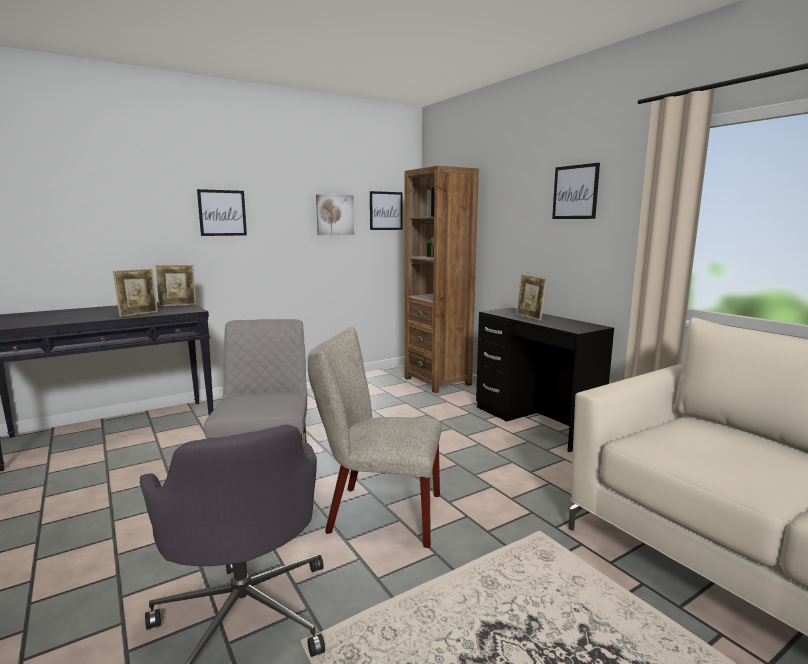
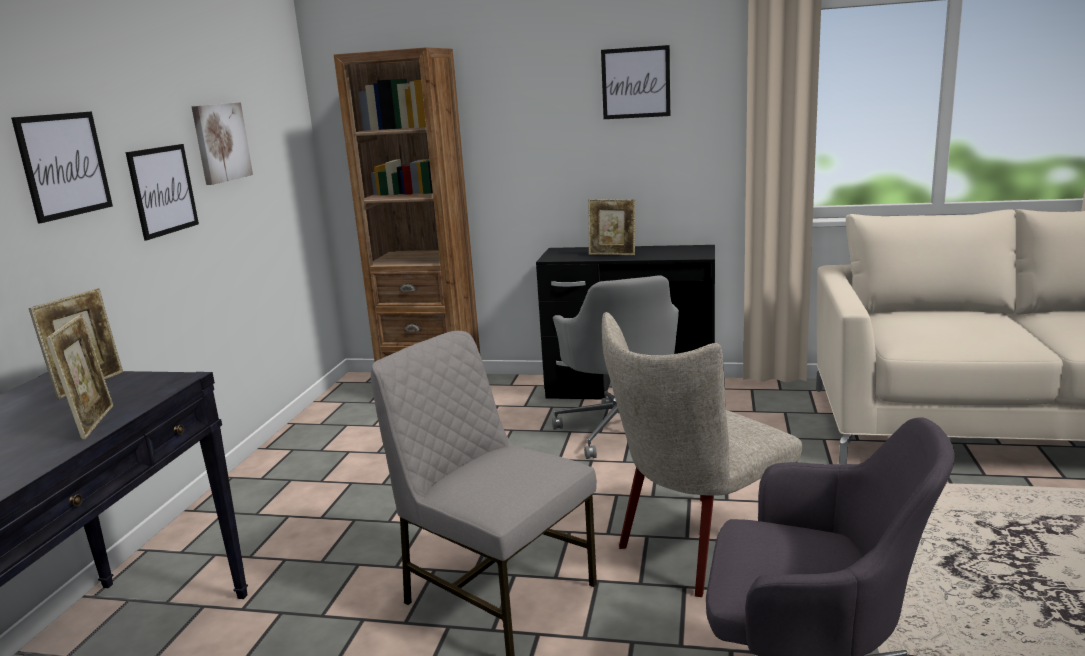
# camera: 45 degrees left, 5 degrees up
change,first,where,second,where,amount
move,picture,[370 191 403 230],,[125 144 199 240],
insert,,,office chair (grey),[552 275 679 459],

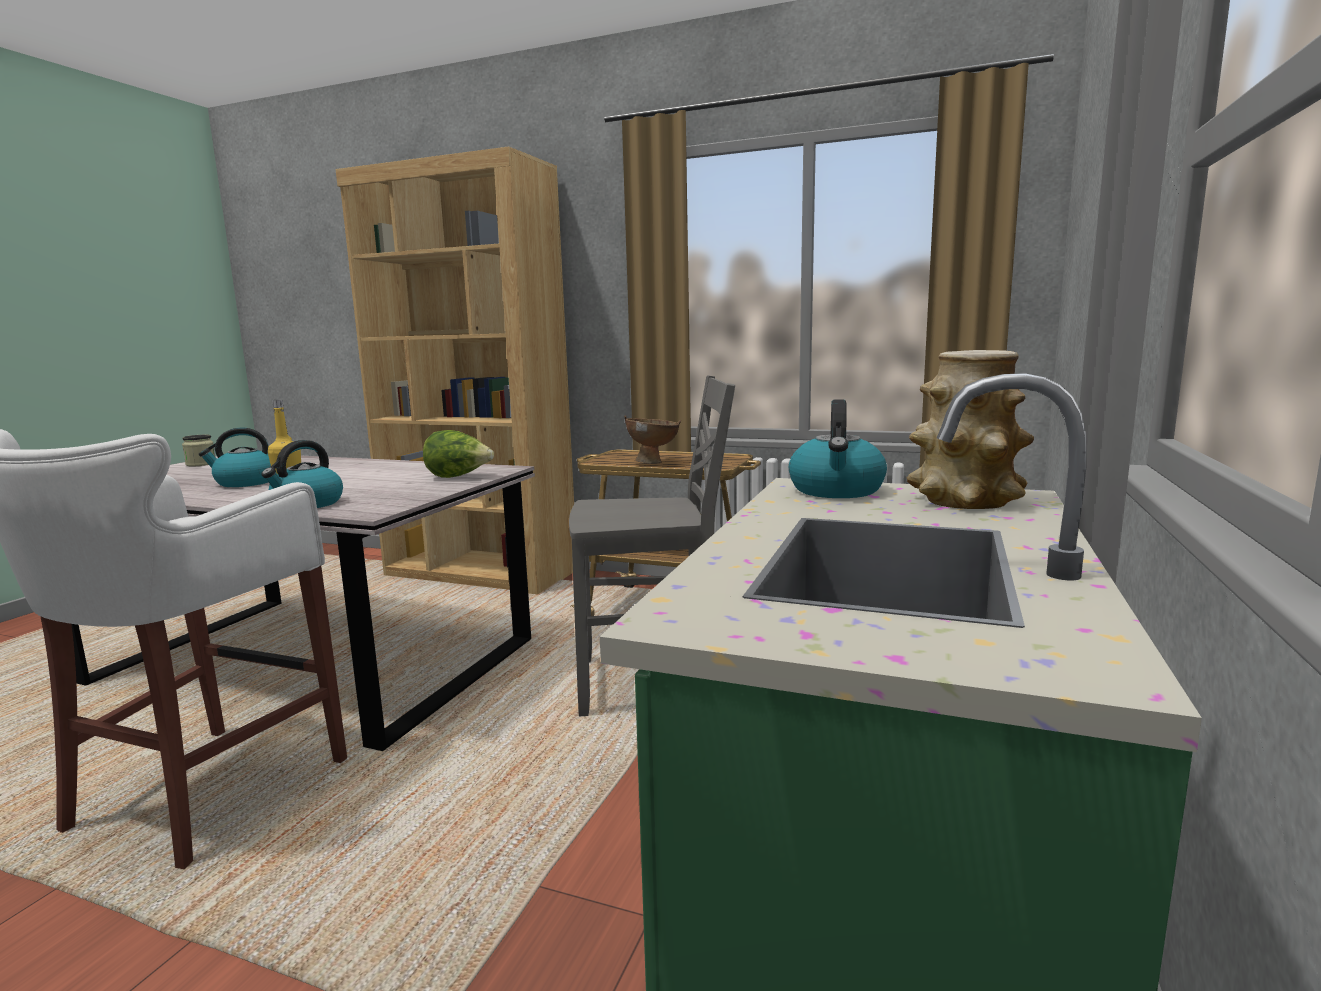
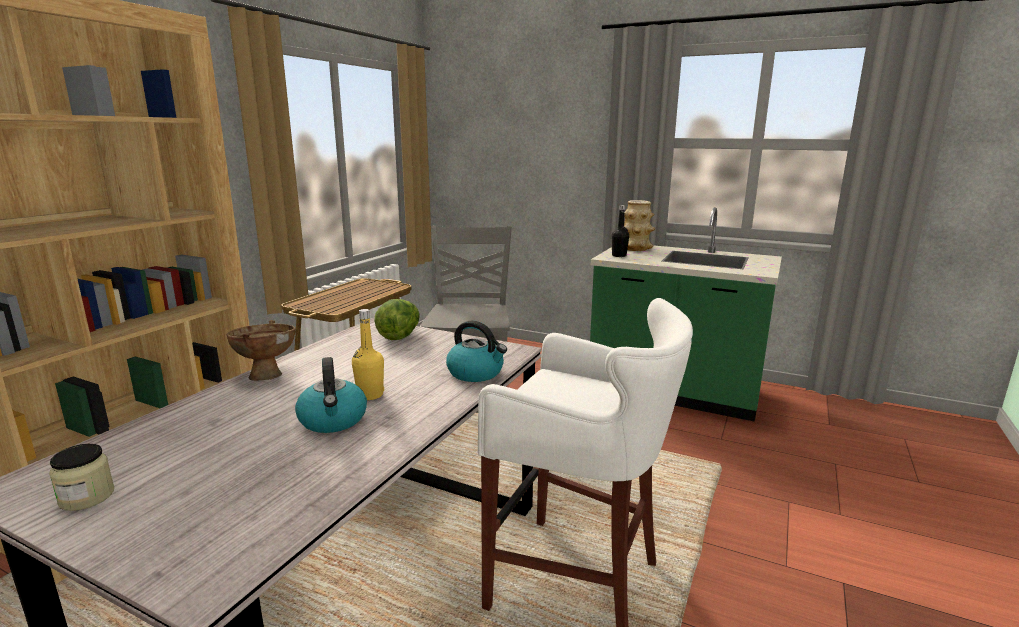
# camera: 85 degrees left, 5 degrees up
change,first,where,second,where,amount
move,bowl (brown),[624 416 681 464],,[227 320 296 381],
replace,kettle,[789 399 887 498],bottle (black),[612 205 629 257],

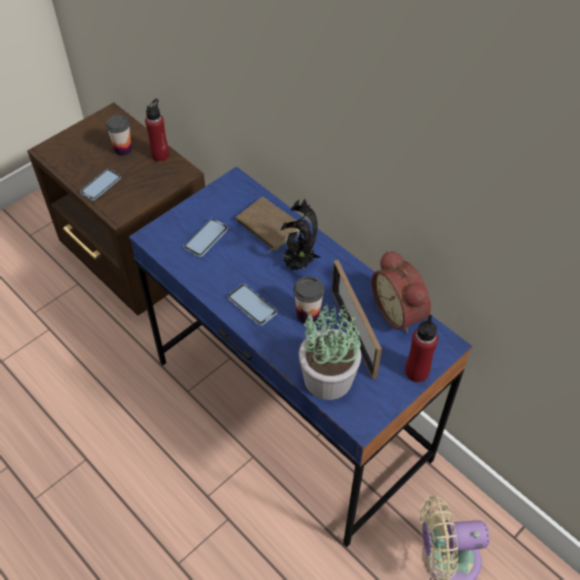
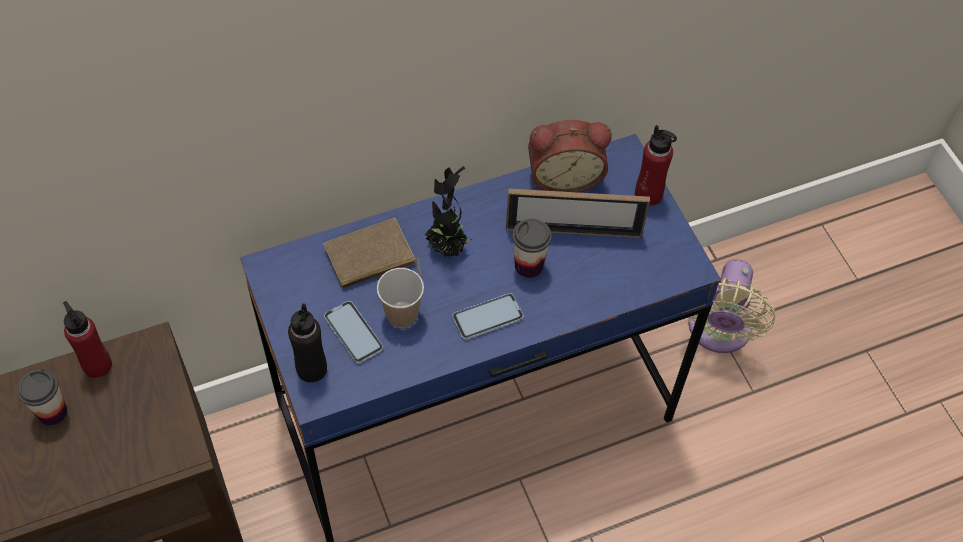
# camera: 70 degrees left, 5 degrees up
change,first,where,second,where,amount
insert,,,bottle (black),[288 303 327 383],
insert,,,cup,[377 268 424 328],
delete,phone,[80 169 121 200],,,
delete,potted plant,[299 302 361 400],,,

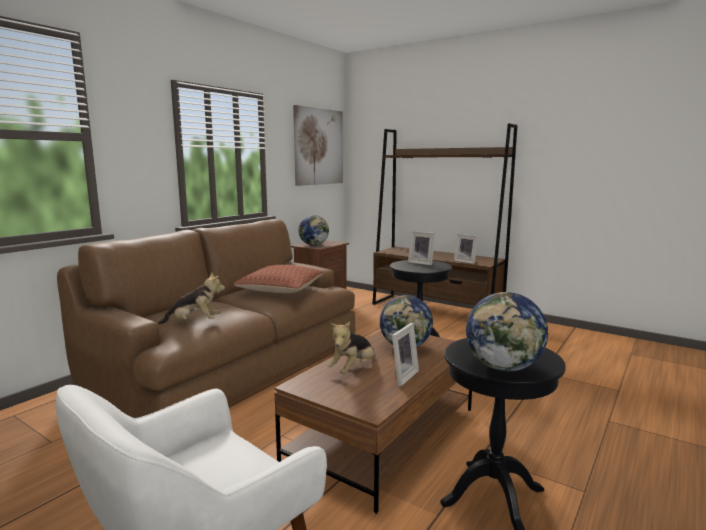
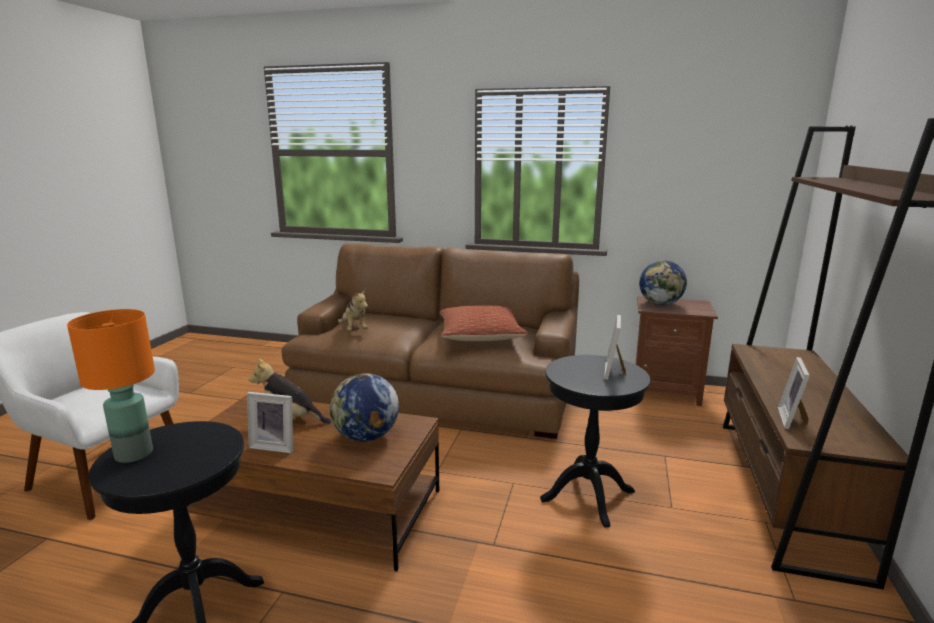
# camera: 70 degrees right, 5 degrees up
change,first,where,second,where,amount
replace,globe,[466 292 548 371],table lamp (orange),[67 309 155 463],
delete,picture,[293 105 343 186],,,

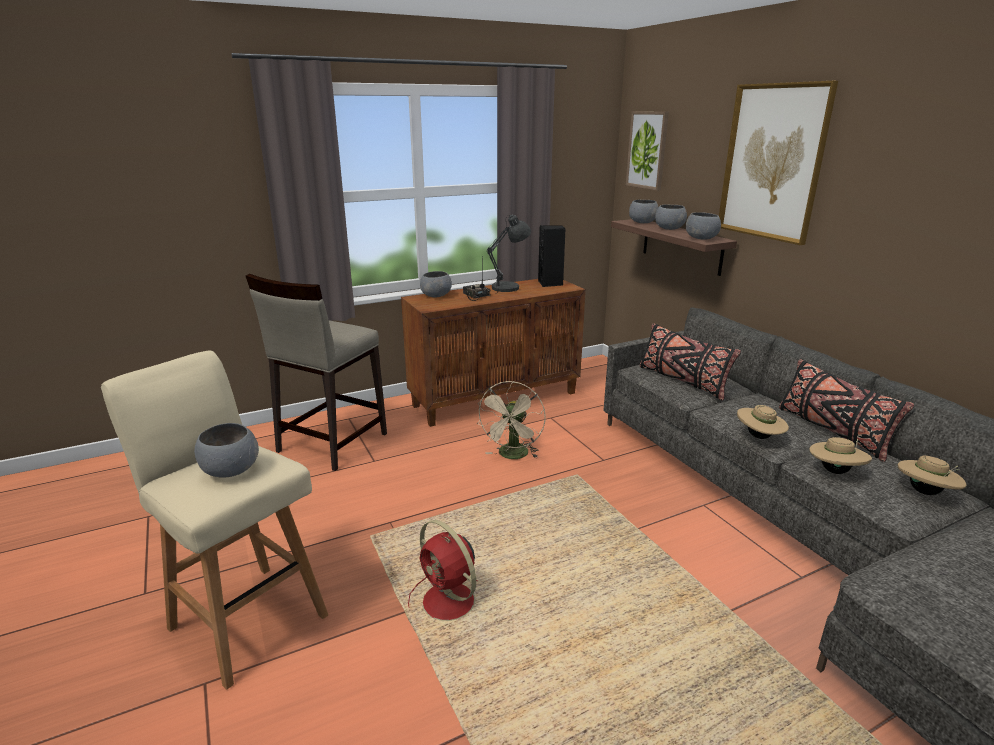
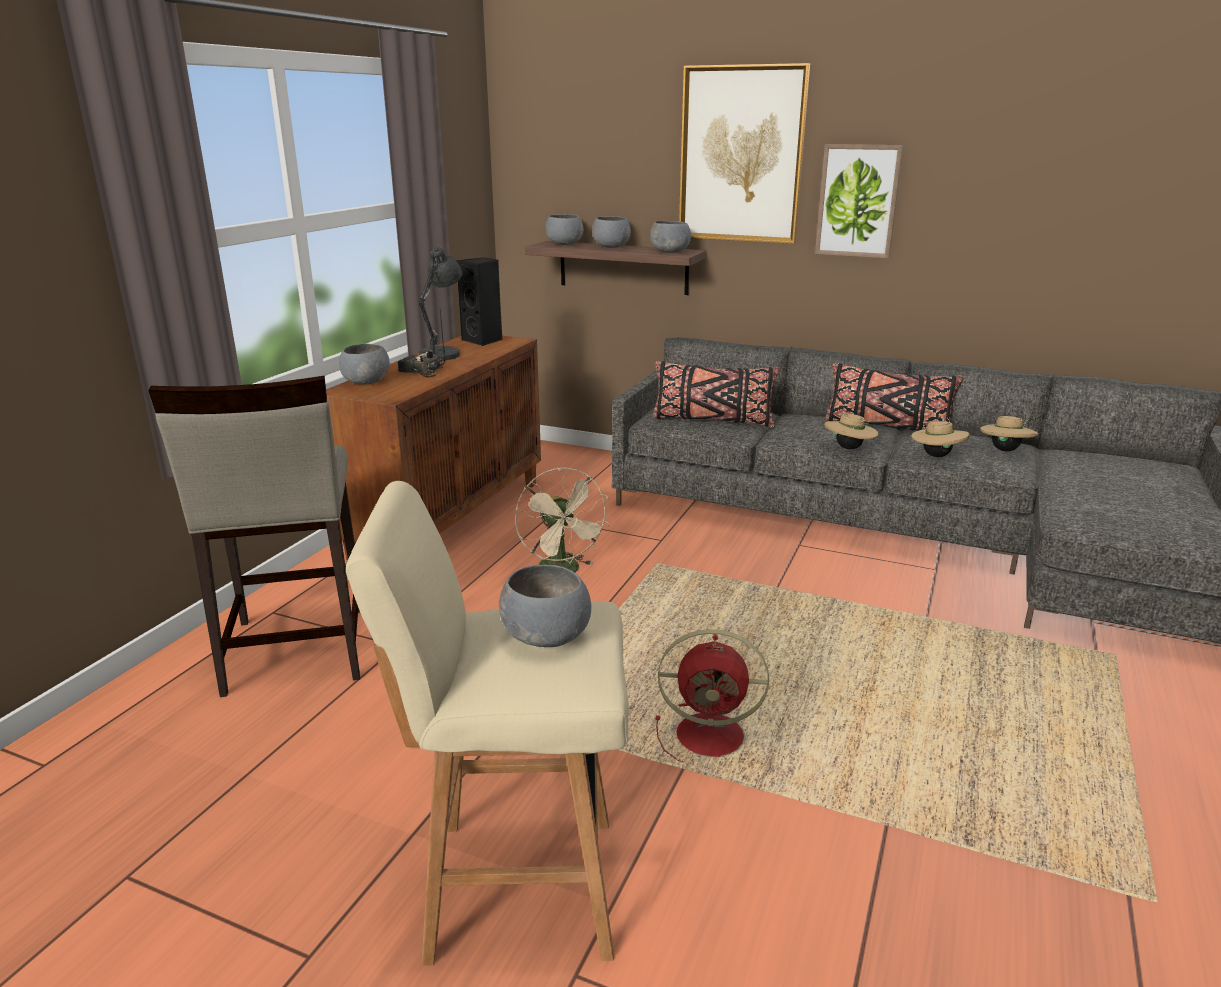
# camera: 40 degrees left, 0 degrees up
change,first,where,second,where,amount
move,picture,[626 111 669 191],,[815 144 903 258],

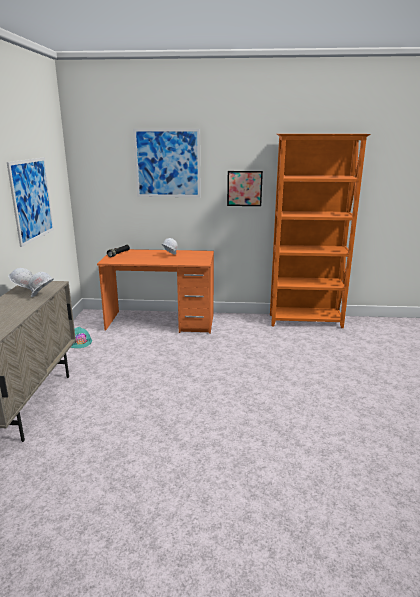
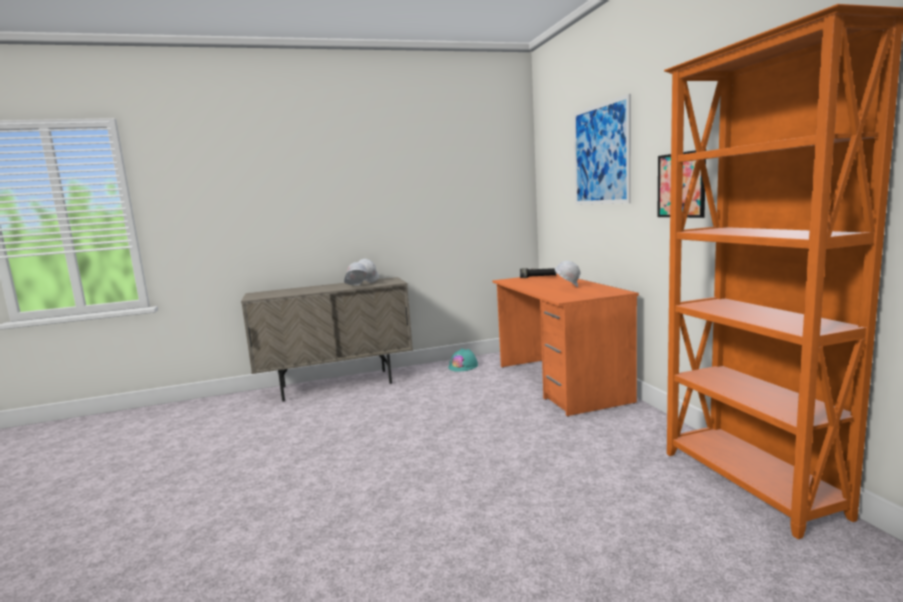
# camera: 70 degrees right, 10 degrees down
change,first,where,second,where,amount
delete,picture,[7 157 54 247],,,

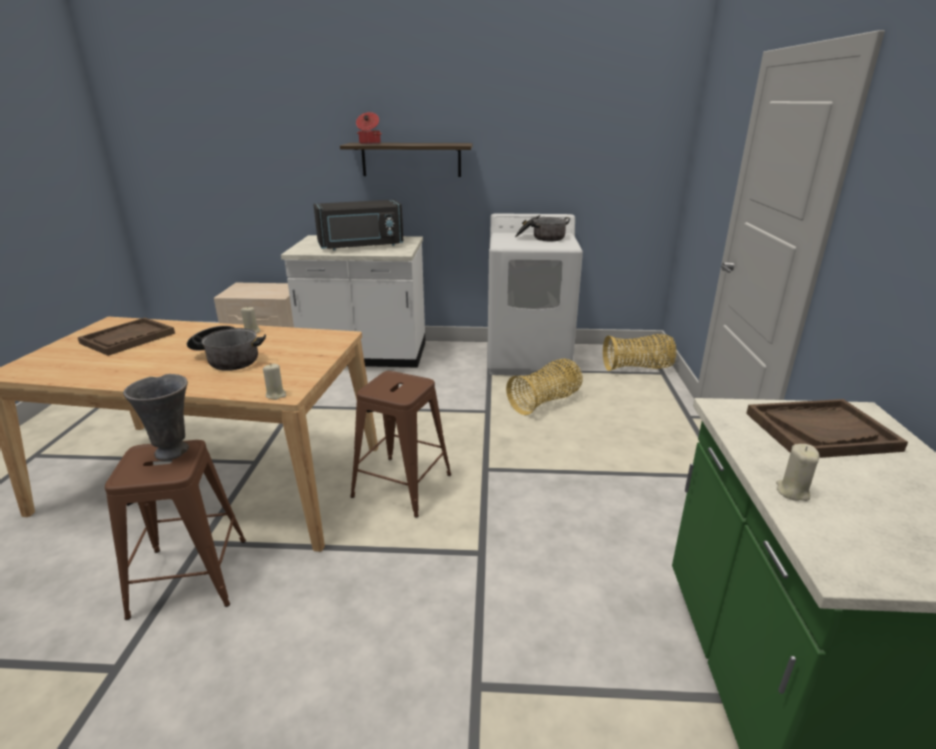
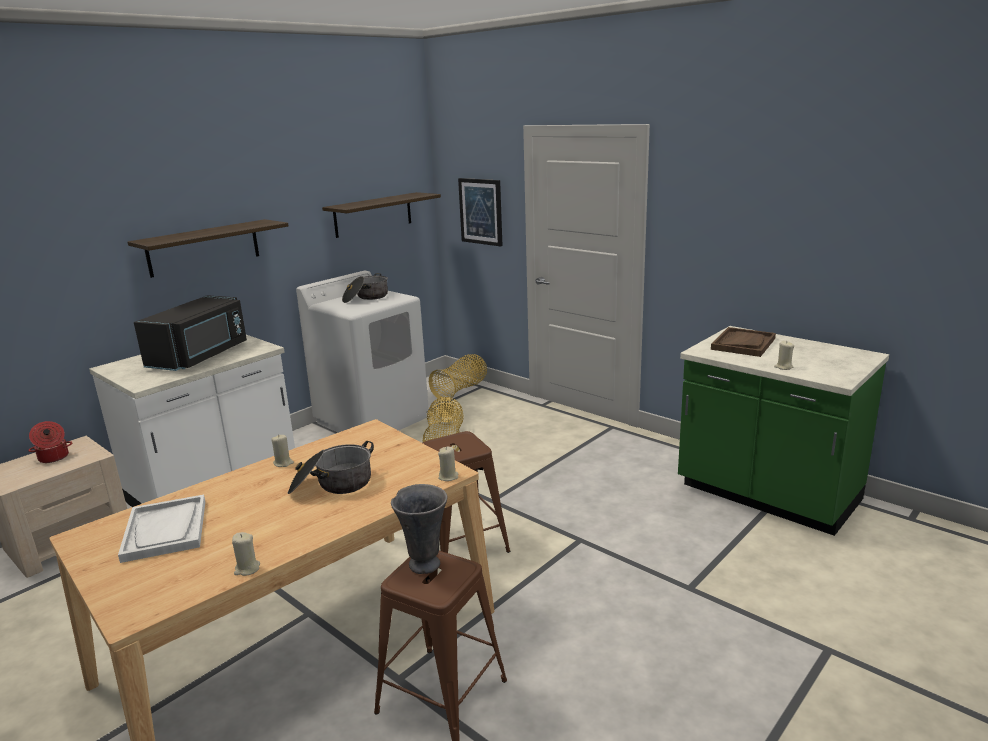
# camera: 50 degrees left, 5 degrees down
change,first,where,second,where,amount
move,cooking pot,[356 112 382 144],,[28 421 72 463],
recolor,tray (brown),[78 318 175 356],tray (white),[118 495 205 563],
insert,,,candle (beige),[232 532 260 576],
insert,,,shelf,[322 192 441 238],
insert,,,picture,[458 178 502 247],

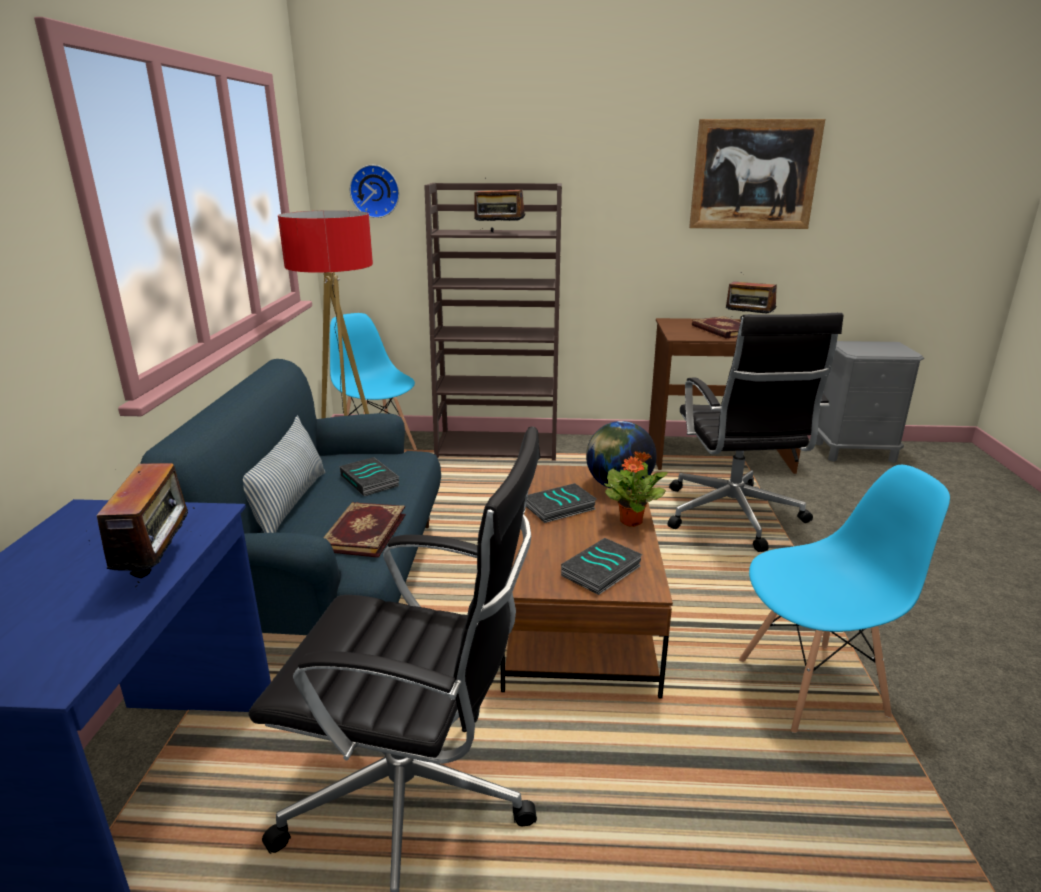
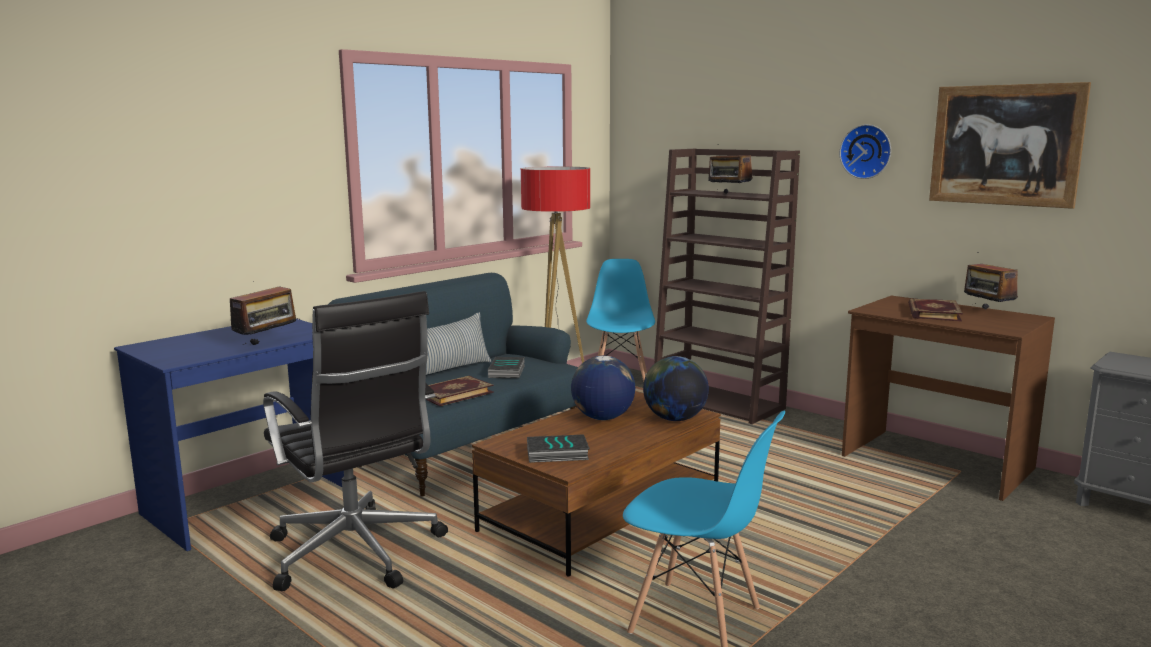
# camera: 40 degrees right, 10 degrees down
change,first,where,second,where,amount
replace,book,[526 483 597 523],globe,[571 356 635 420],
move,wall clock,[350 165 399 218],,[840 124 891 179],
delete,potted plant,[604 451 668 527],,,
delete,office chair (black),[668 313 843 552],,,

